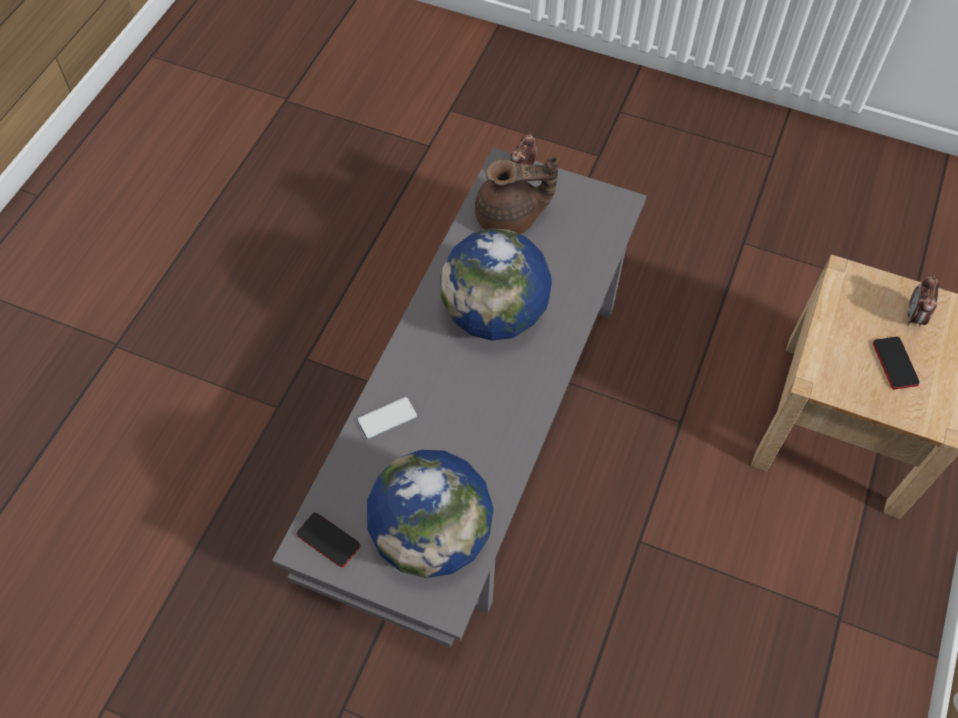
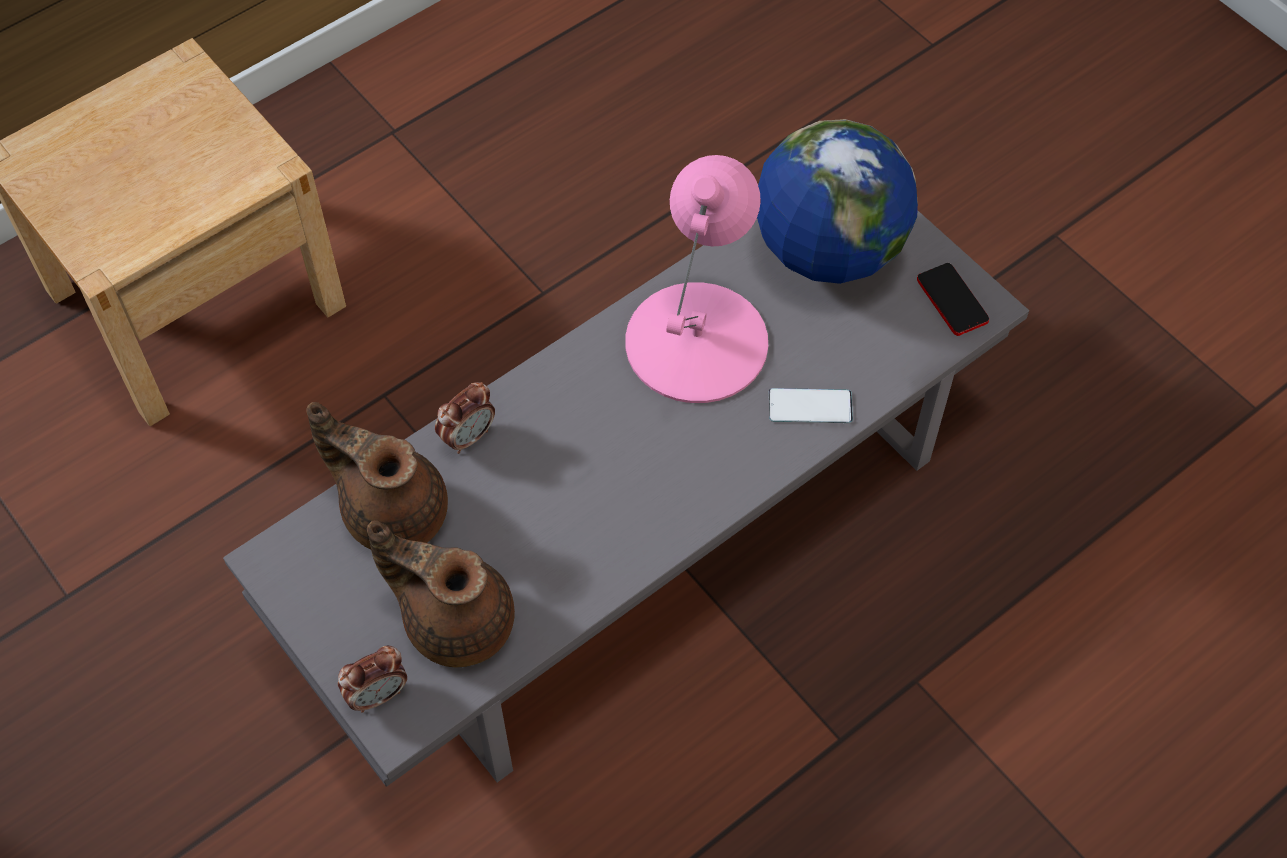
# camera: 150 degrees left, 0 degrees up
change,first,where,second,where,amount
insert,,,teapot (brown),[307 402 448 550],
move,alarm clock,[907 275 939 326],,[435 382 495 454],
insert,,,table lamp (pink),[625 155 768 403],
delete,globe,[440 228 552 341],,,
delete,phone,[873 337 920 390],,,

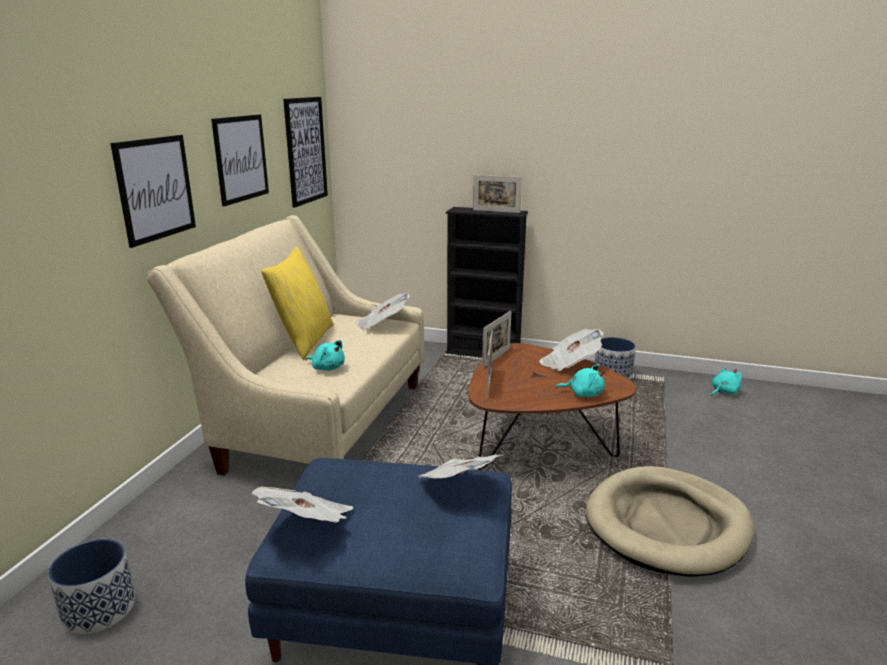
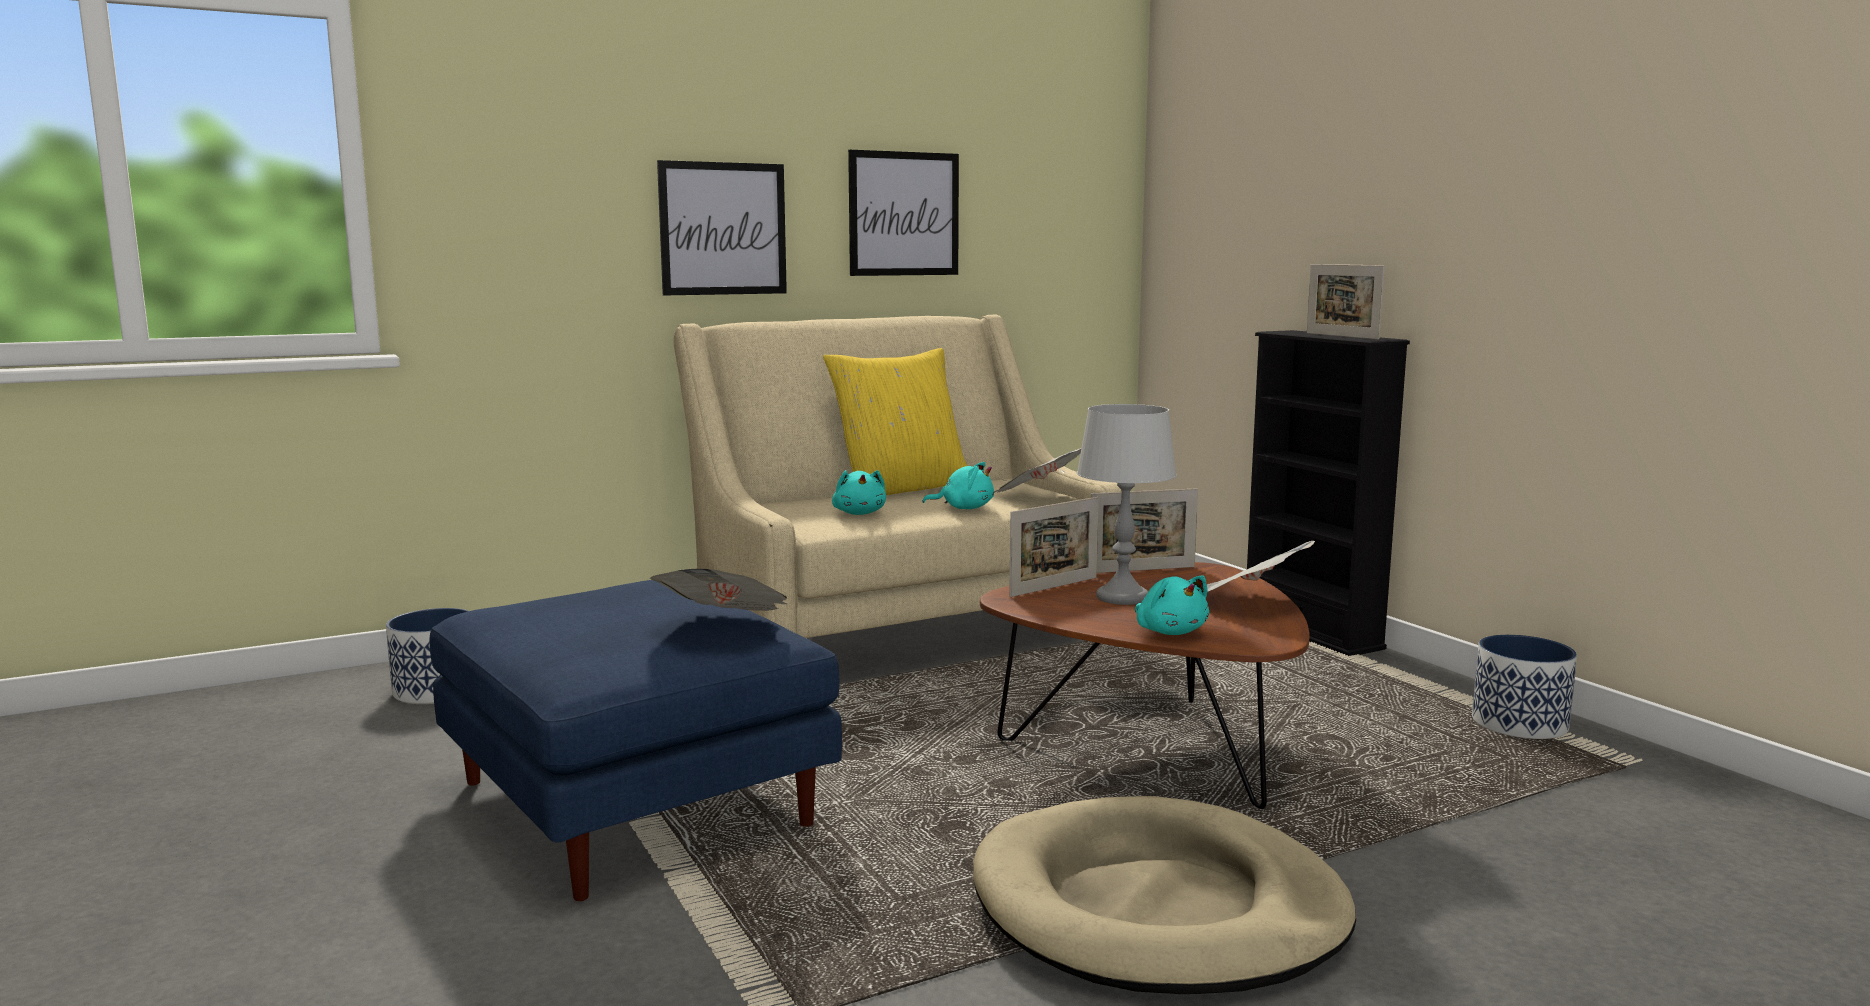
# camera: 45 degrees right, 10 degrees down
change,first,where,second,where,amount
move,plush toy (turquoise),[711 367 741 396],,[923 462 994 509],
insert,,,table lamp (grey),[1077 404 1177 605],
delete,newspaper,[252 487 353 523],,,
delete,picture,[283 97 328 207],,,

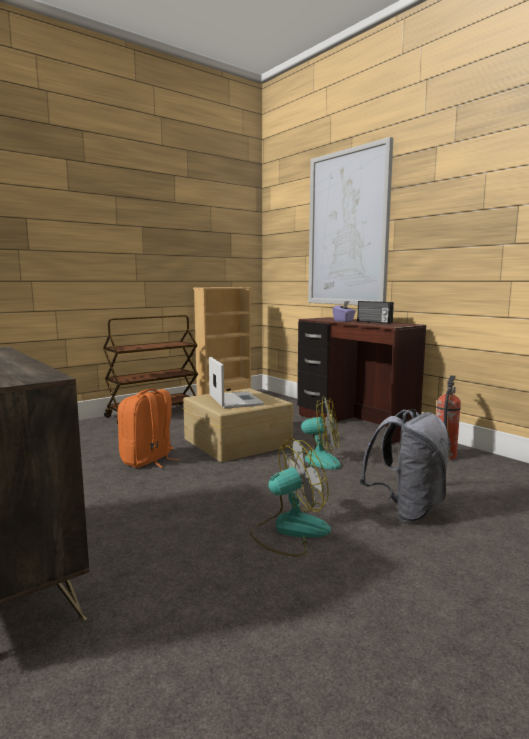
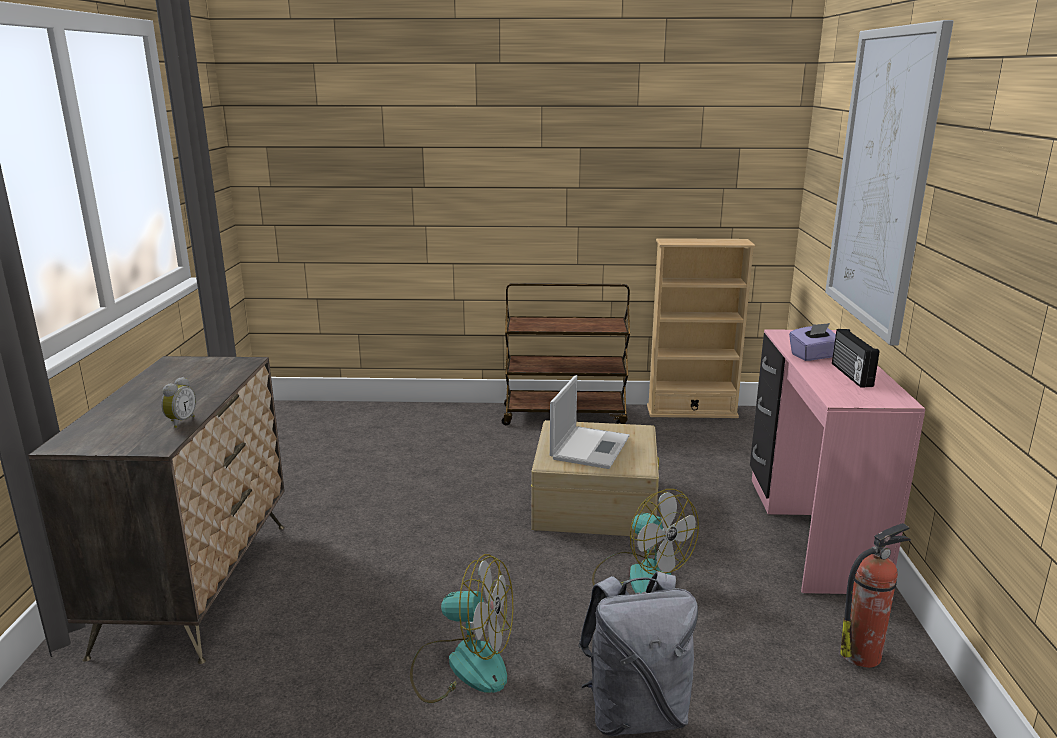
# camera: 40 degrees right, 10 degrees up
change,first,where,second,where,amount
insert,,,alarm clock,[161 377 196 428],
recolor,desk (brown),[297 317 426 444],desk (pink),[750 329 925 594],
delete,backpack (orange),[117 389 180 468],,,

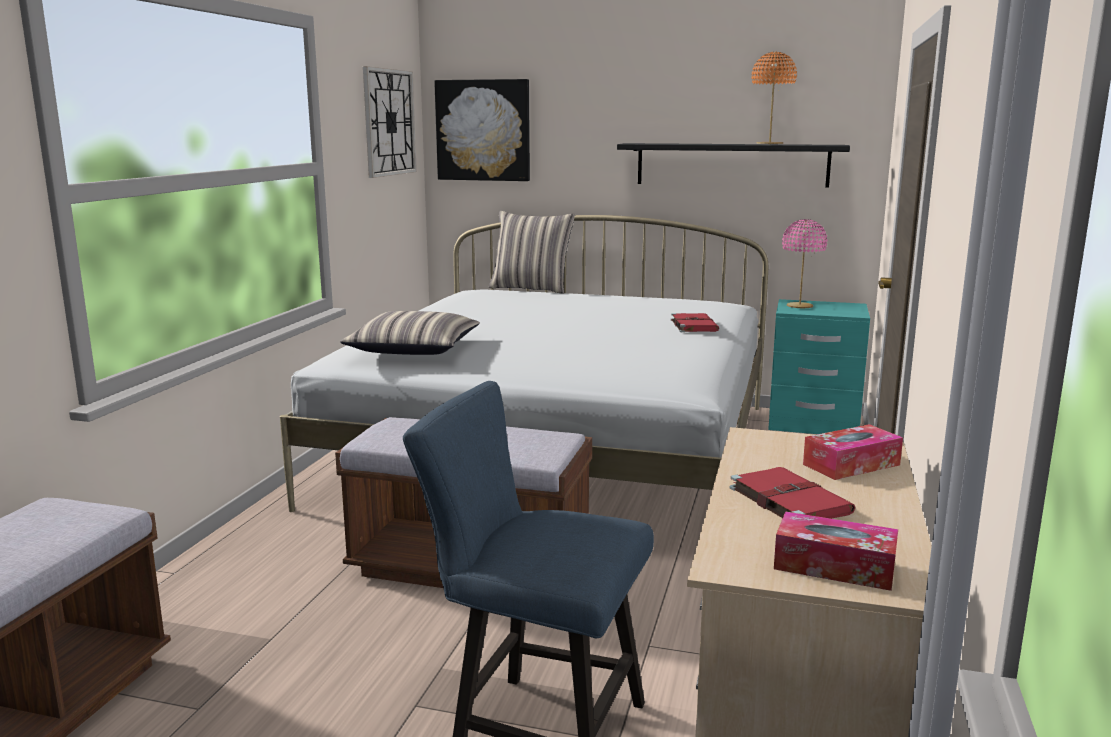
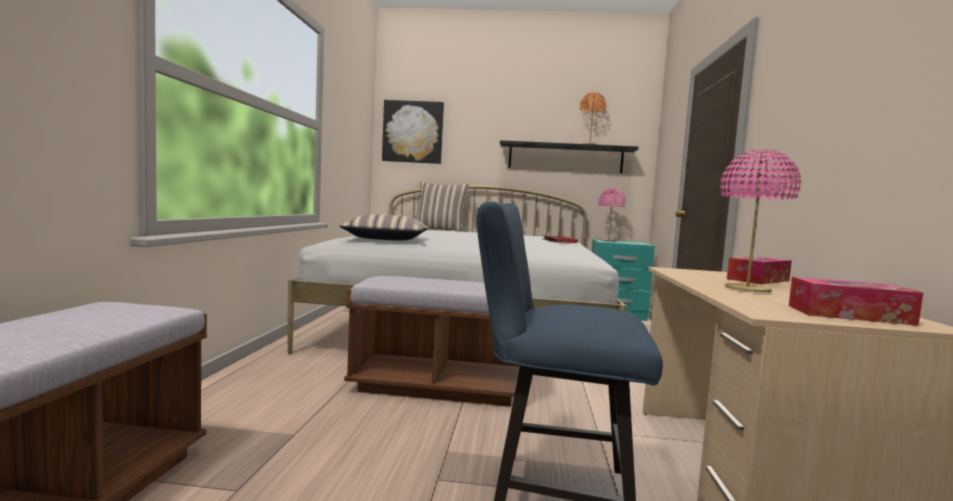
# camera: 10 degrees left, 10 degrees down
change,first,where,second,where,amount
replace,book (red),[730 467 855 519],table lamp (pink),[720 149 801 292],
delete,wall clock,[363 66 417 178],,,

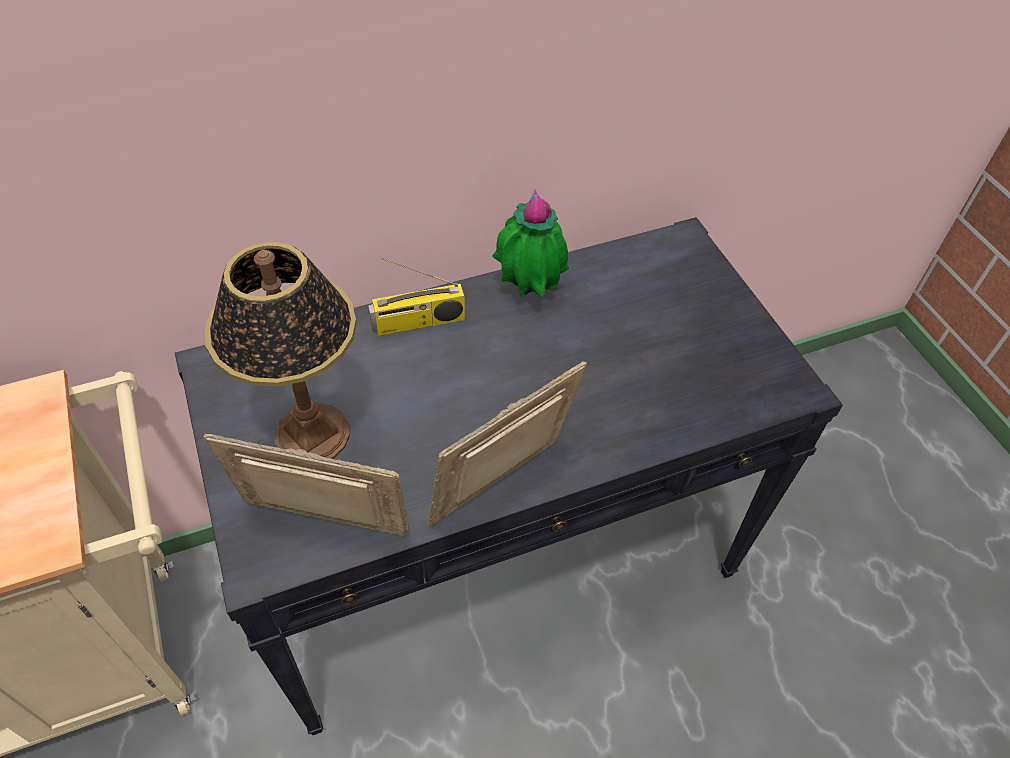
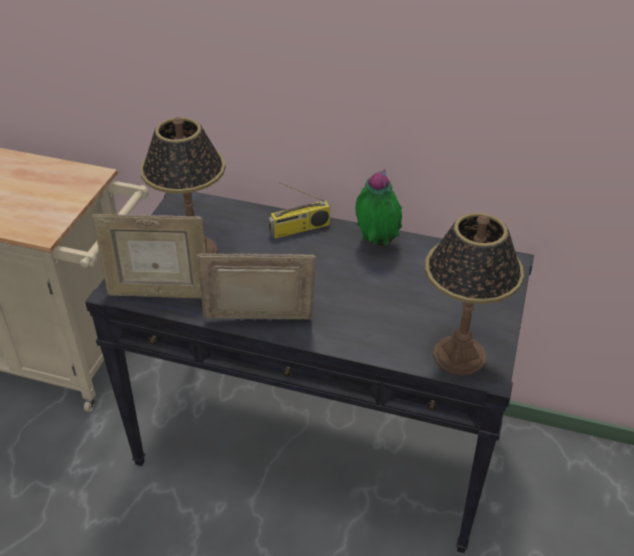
# camera: 40 degrees right, 10 degrees down
change,first,where,second,where,amount
rotate,picture frame,[203 434 410 536],,[92 214 206 298],135 degrees clockwise
rotate,radio,[368 258 465 336],,[269 182 330 239],45 degrees counterclockwise
insert,,,table lamp,[425 213 524 376],

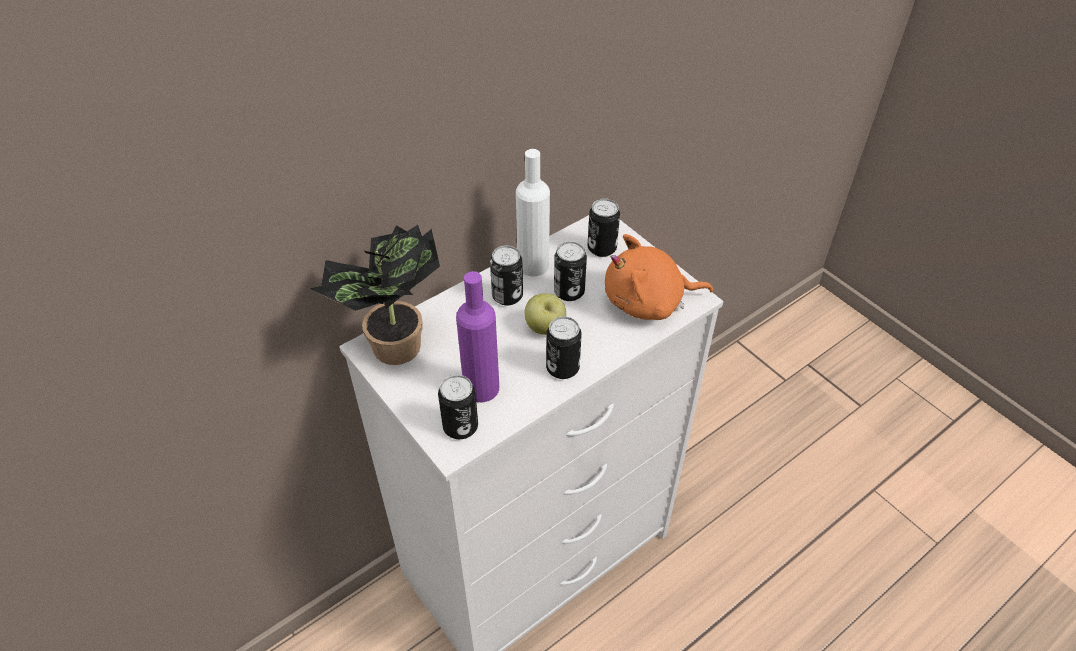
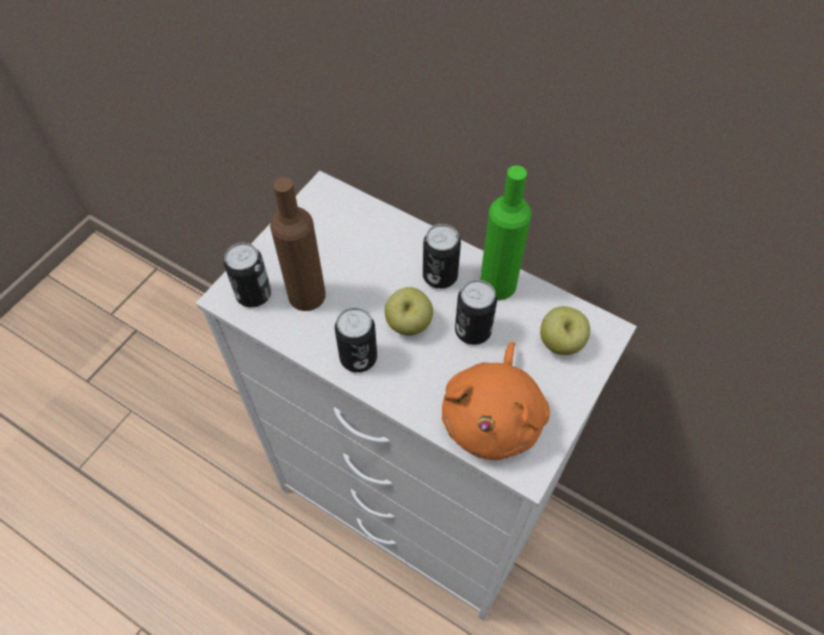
# camera: 70 degrees right, 10 degrees up
change,first,where,second,where,amount
recolor,bottle (purple),[456 271 499 402],bottle (brown),[270 177 326 311],
rotate,plush toy (orange),[605 234 713 320],,[442 342 550 460],135 degrees counterclockwise
recolor,bottle (white),[516 149 550 276],bottle (green),[480 165 532 300],
replace,can,[588 199 620 257],apple,[540 306 590 355],
delete,potted plant,[310 225 440 365],,,

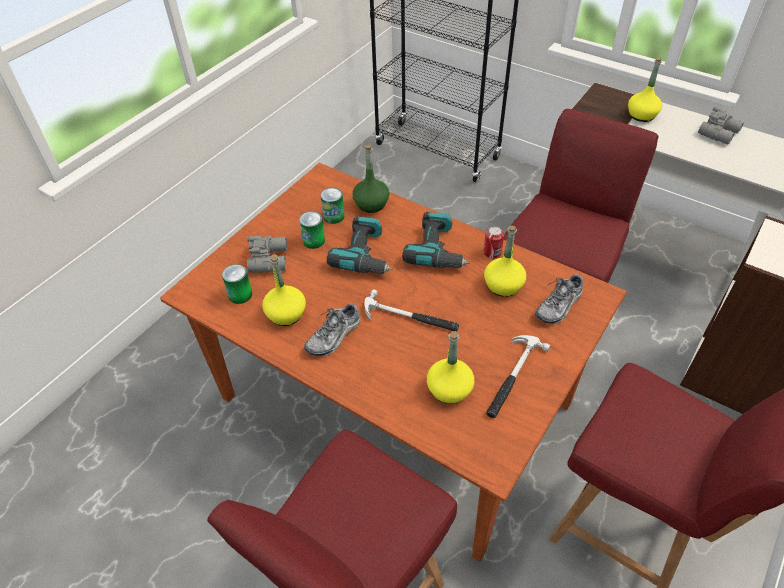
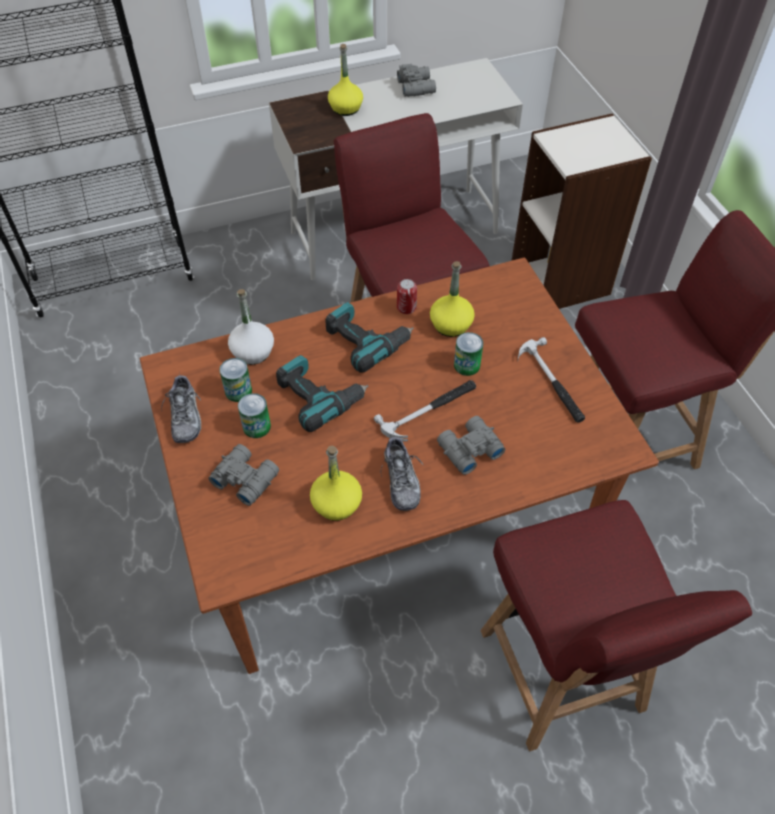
# camera: 55 degrees left, 5 degrees up
change,first,where,second,where,amount
move,shoe,[535 274 583 324],,[161 375 201 443],
recolor,bottle (green),[352 145 389 213],bottle (white),[228 289 274 365],
insert,,,binoculars (grey),[437 416 505 475],
move,can,[222 264 252 304],,[454 332 483 376],
delete,bottle (yellow),[427 331 474 404],,,

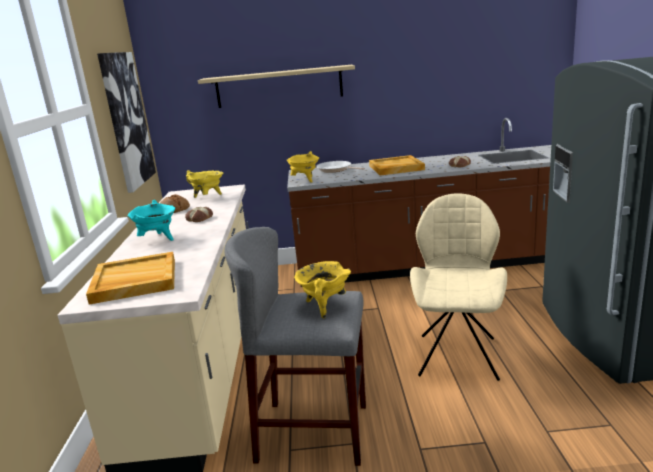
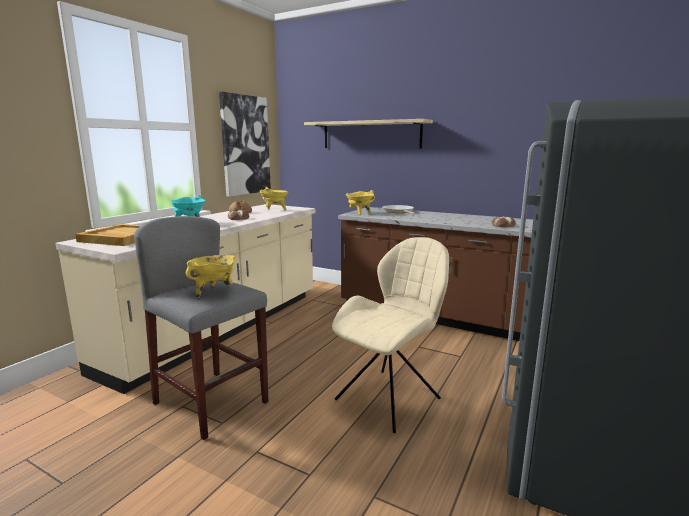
# camera: 30 degrees right, 5 degrees down
change,first,where,second,where,amount
delete,tray (beige),[369 155 425 176],,,

